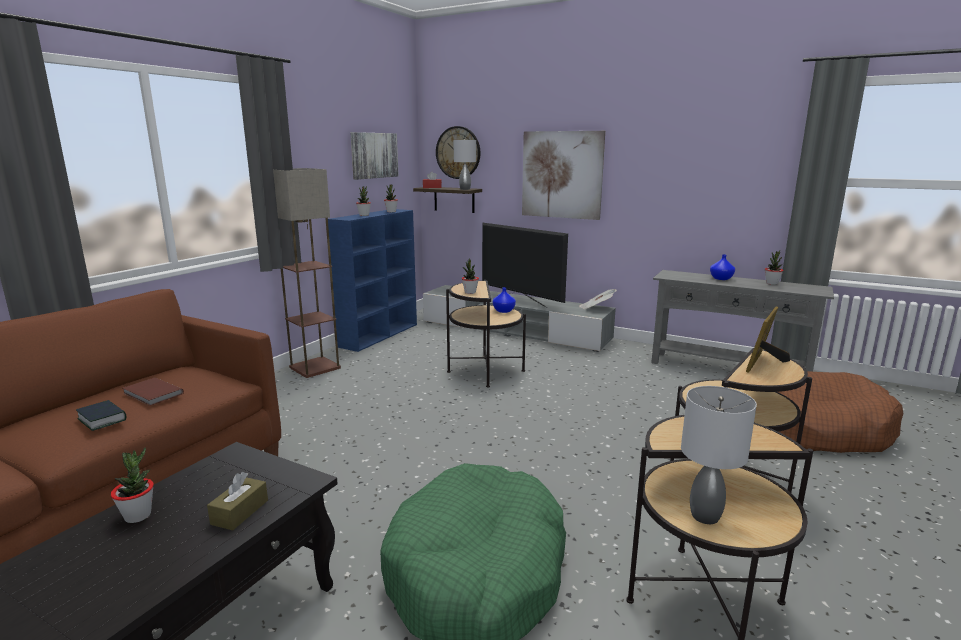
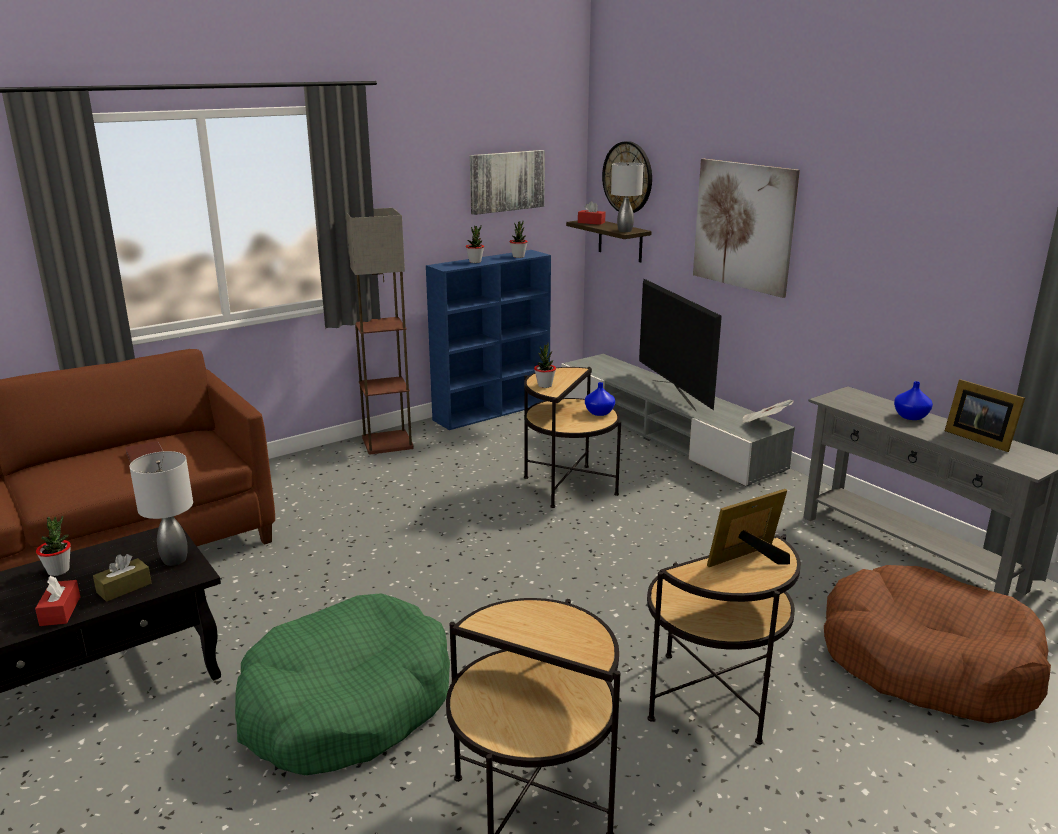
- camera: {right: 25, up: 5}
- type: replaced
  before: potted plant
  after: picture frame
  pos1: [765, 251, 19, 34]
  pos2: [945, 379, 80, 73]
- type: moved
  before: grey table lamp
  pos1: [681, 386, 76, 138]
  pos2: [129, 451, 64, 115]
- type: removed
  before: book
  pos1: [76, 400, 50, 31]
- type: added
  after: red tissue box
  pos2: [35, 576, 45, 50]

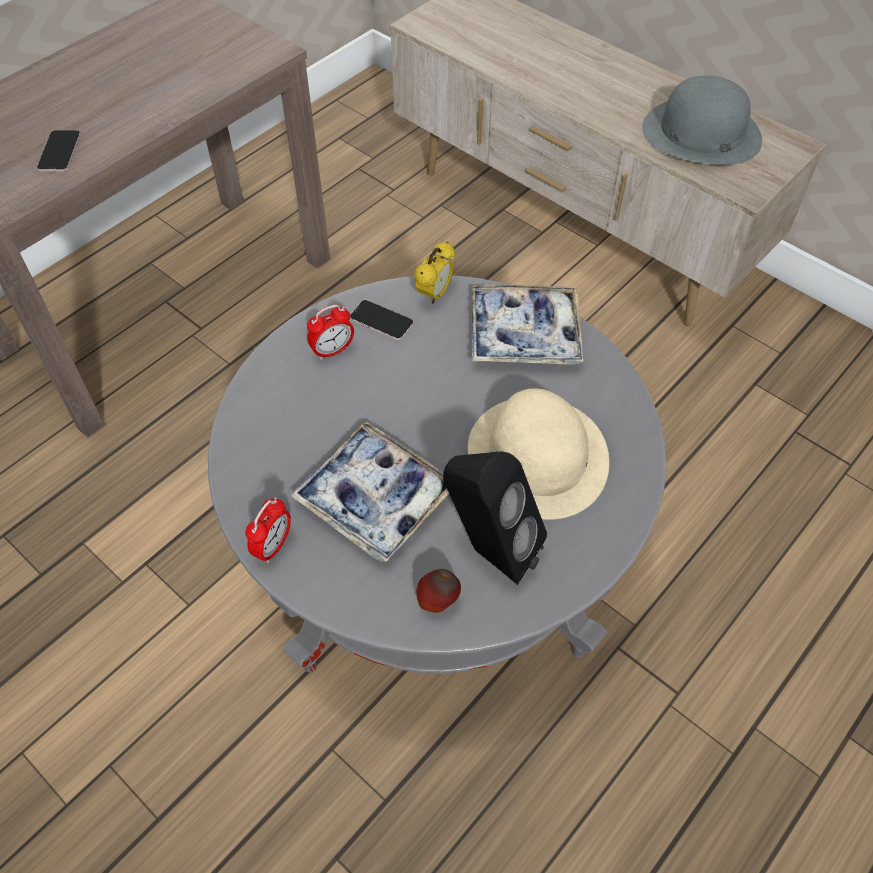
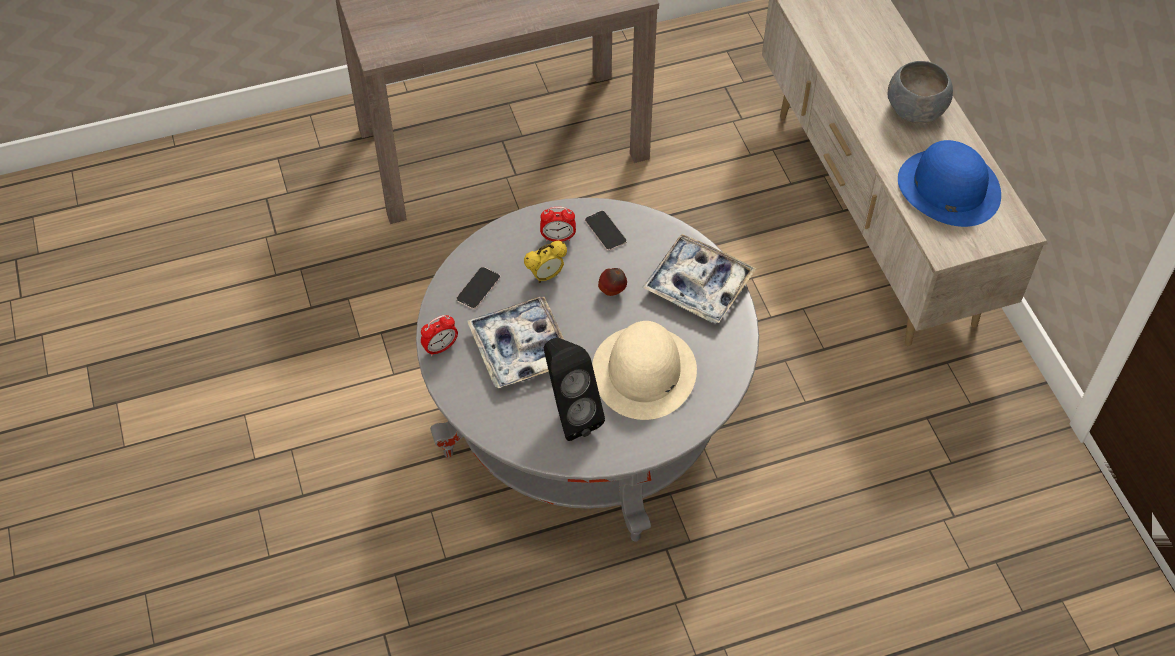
- camera: {right: 30, up: 0}
- type: recoloured
  before: grey hat
  after: blue hat
  pos1: [642, 76, 120, 89]
  pos2: [898, 140, 103, 87]
- type: moved
  before: phone
  pos1: [37, 130, 44, 41]
  pos2: [456, 267, 44, 42]
- type: moved
  before: alarm clock
  pos1: [414, 242, 41, 62]
  pos2: [524, 241, 43, 42]
- type: moved
  before: apple
  pos1: [416, 569, 45, 44]
  pos2: [598, 268, 29, 28]
- type: added
  after: grey bowl
  pos2: [888, 61, 65, 62]

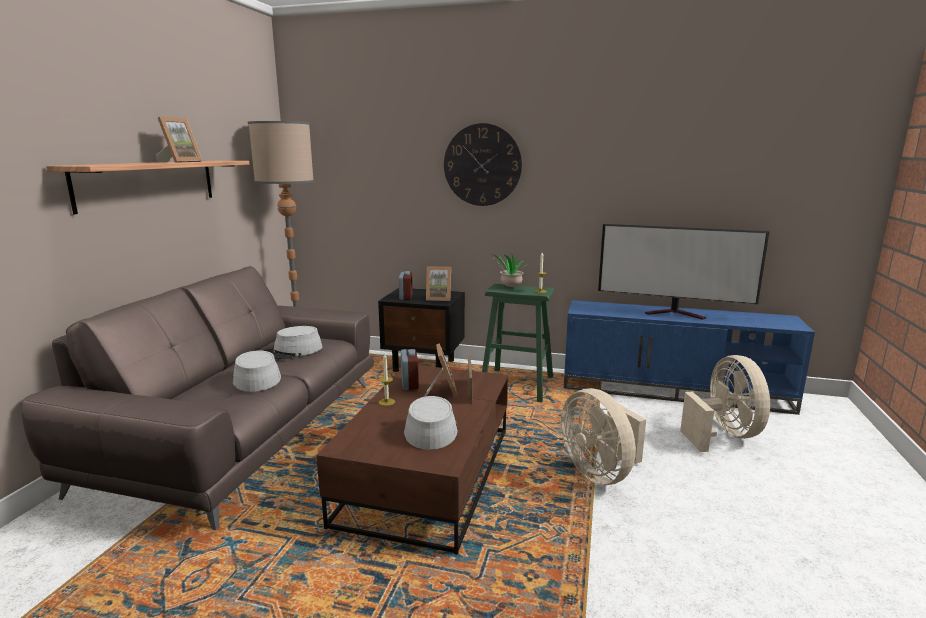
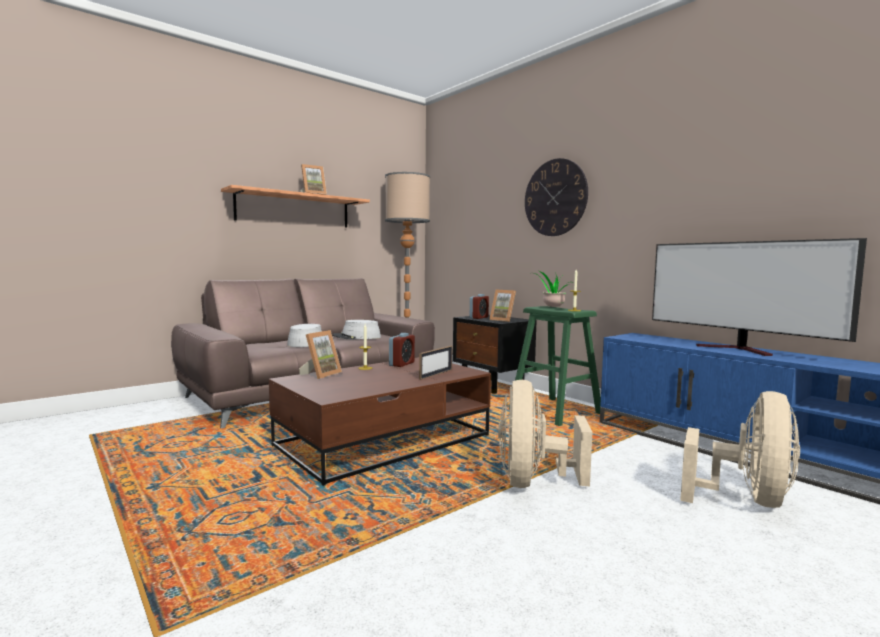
- camera: {right: 35, up: -10}
- type: moved
  before: picture frame
  pos1: [424, 343, 34, 55]
  pos2: [299, 330, 43, 49]
- type: removed
  before: grey hat
  pos1: [404, 396, 54, 54]

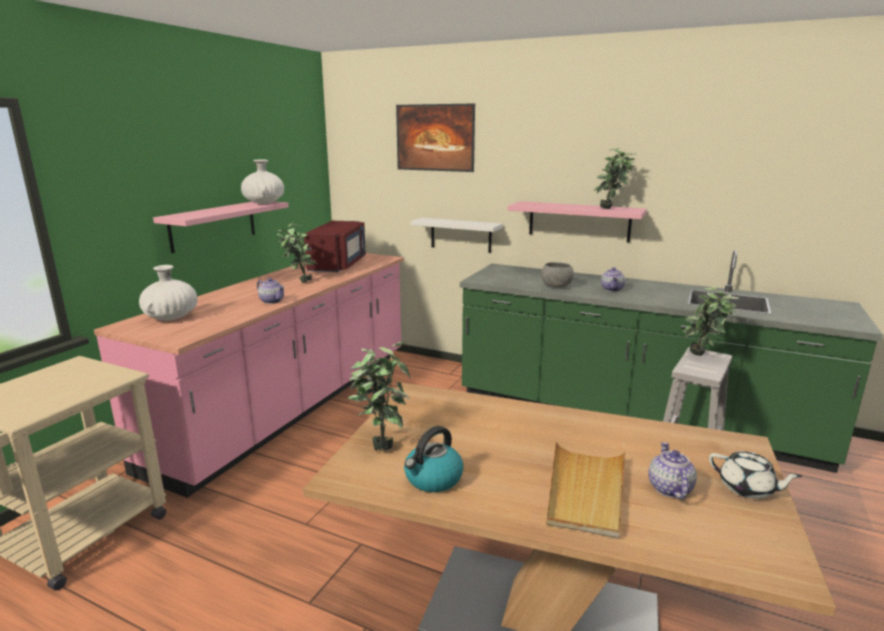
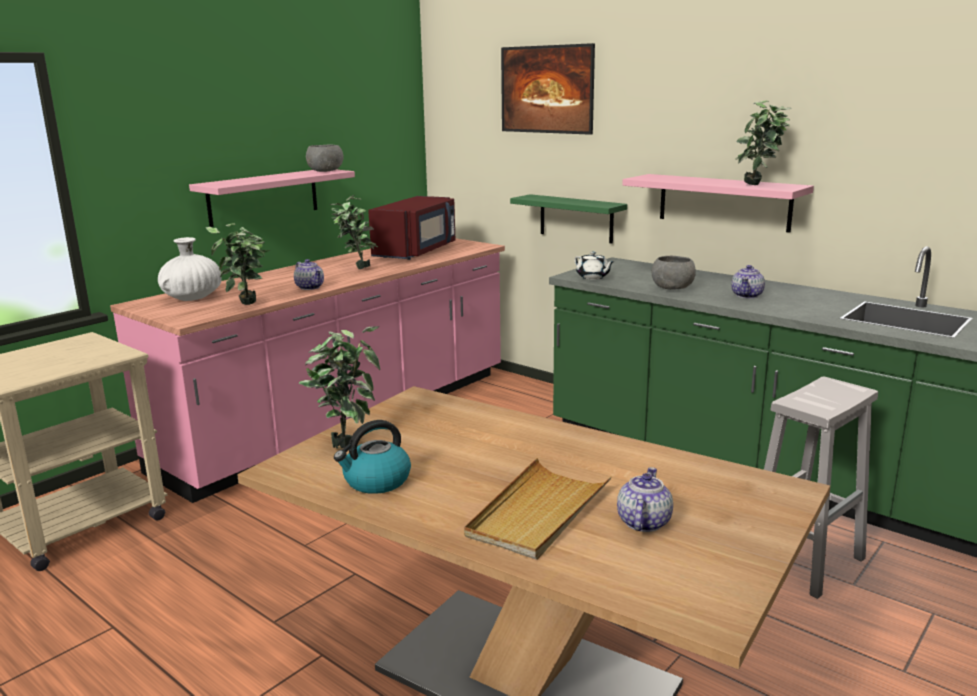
- camera: {right: 15, up: 0}
- type: replaced
  before: white vase
  after: grey bowl
  pos1: [241, 160, 43, 44]
  pos2: [306, 144, 37, 28]
- type: recoloured
  before: white shelf
  after: green shelf
  pos1: [410, 218, 93, 35]
  pos2: [510, 194, 117, 49]
- type: moved
  before: potted plant
  pos1: [682, 287, 58, 69]
  pos2: [205, 223, 65, 82]
- type: moved
  before: white teapot
  pos1: [709, 451, 93, 48]
  pos2: [574, 252, 40, 28]

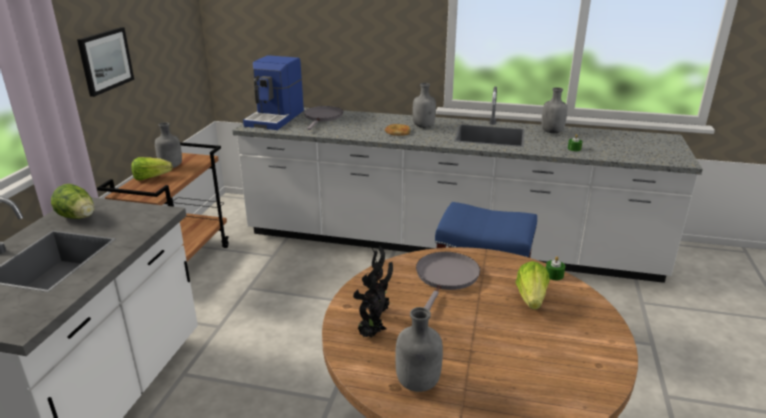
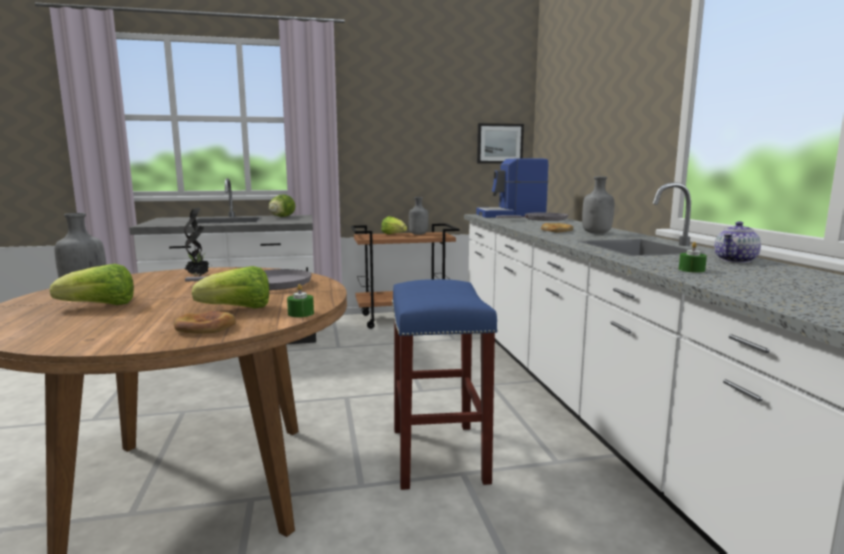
- camera: {right: 65, up: -15}
- type: moved
  before: picture
  pos1: [77, 27, 57, 70]
  pos2: [477, 123, 47, 40]
- type: replaced
  before: grey bottle
  after: teapot
  pos1: [541, 87, 26, 46]
  pos2: [714, 221, 47, 42]
- type: removed
  before: potted plant
  pos1: [353, 271, 34, 67]
- type: added
  after: lettuce
  pos2: [50, 264, 84, 41]
- type: added
  after: bread
  pos2: [174, 311, 62, 23]

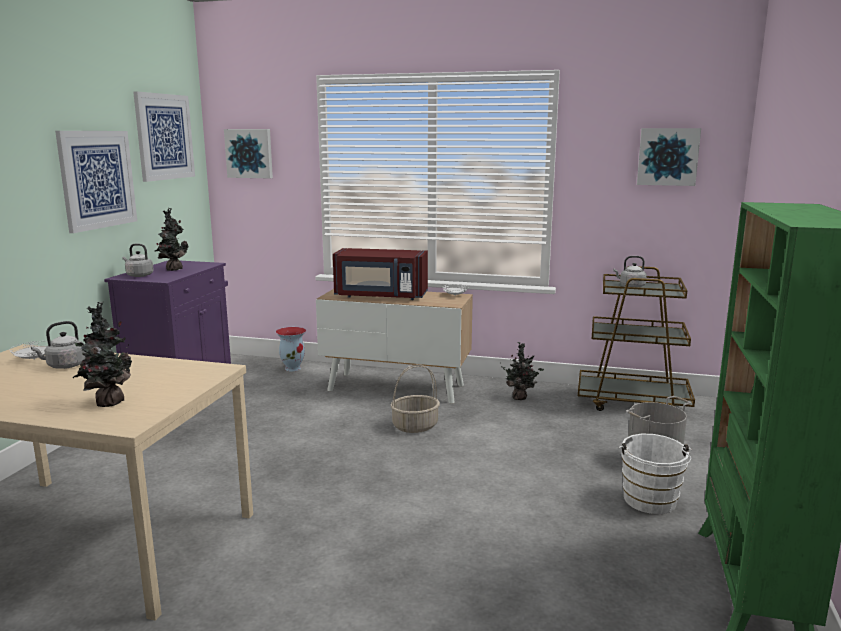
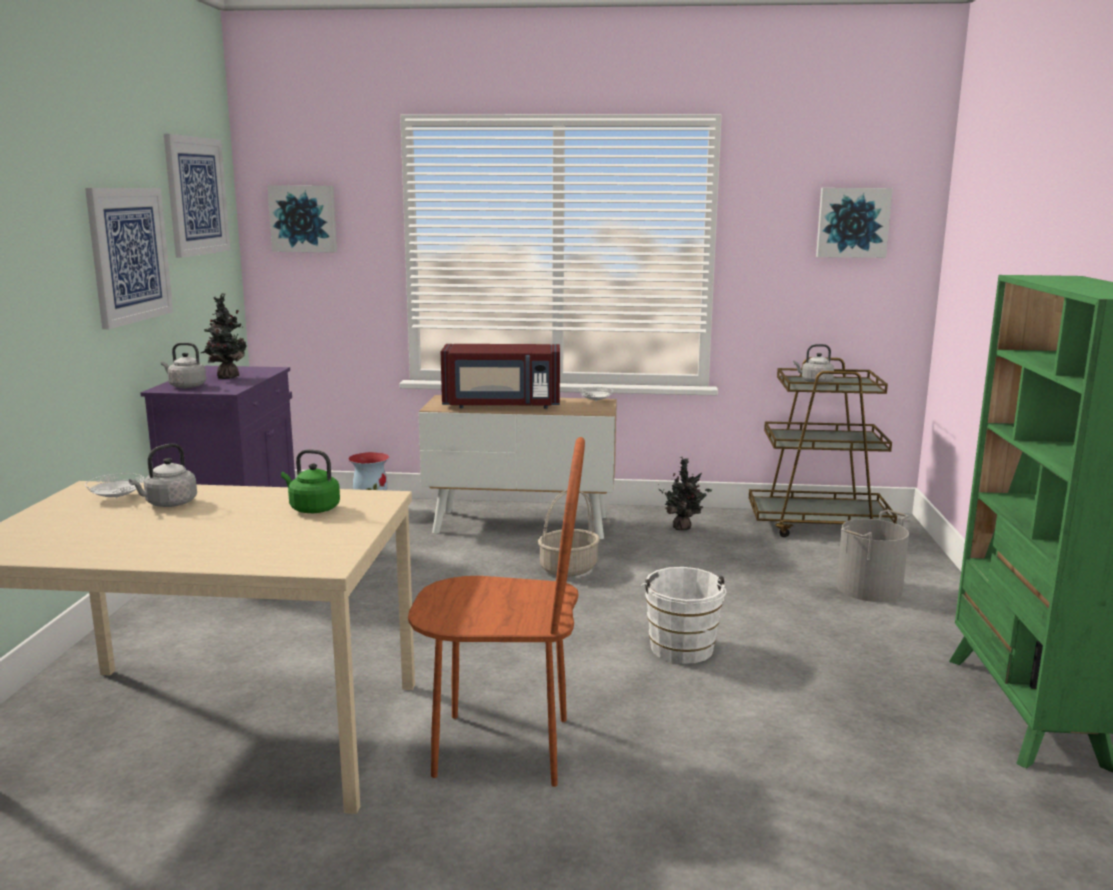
- camera: {right: -10, up: 0}
- type: removed
  before: potted plant
  pos1: [73, 302, 59, 105]
- type: moved
  before: white bucket
  pos1: [619, 434, 73, 80]
  pos2: [641, 567, 87, 97]
- type: added
  after: brown chair
  pos2: [408, 437, 177, 350]
- type: added
  after: green kettle
  pos2: [281, 449, 59, 64]

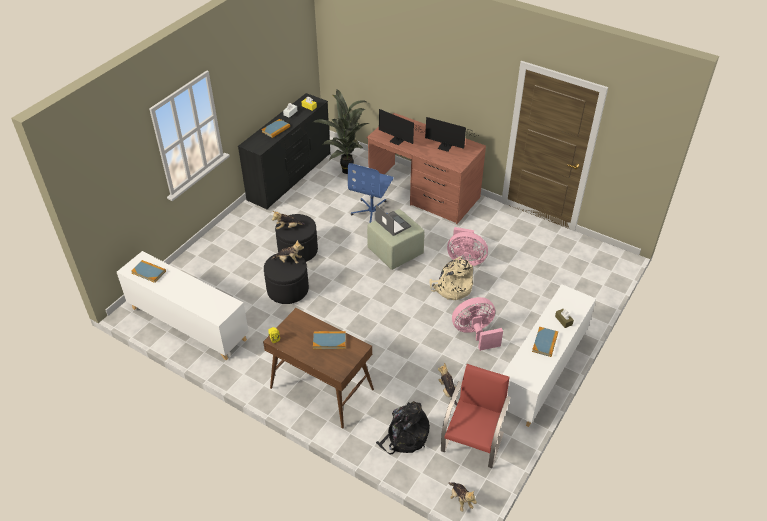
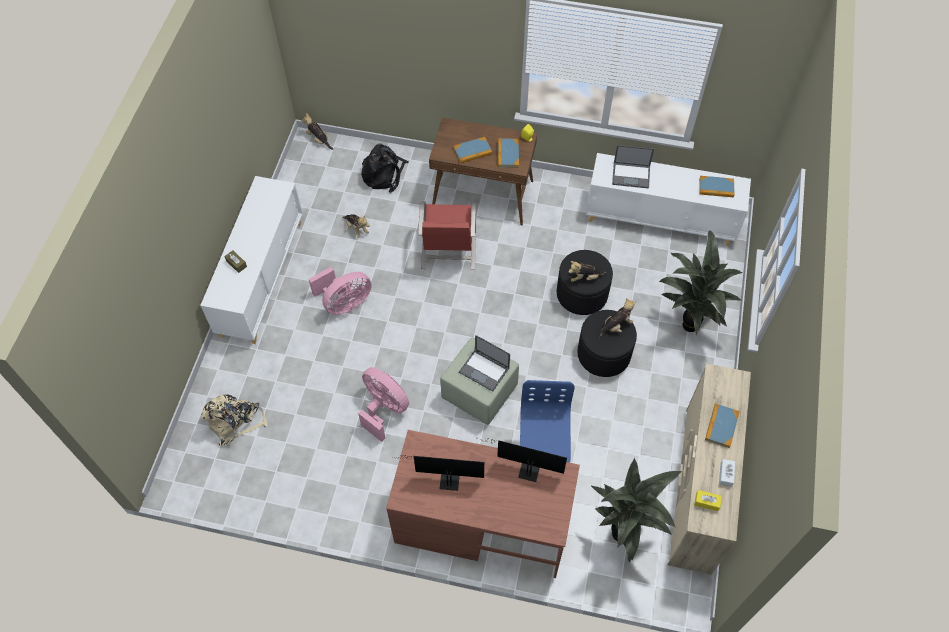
- camera: {right: 160, up: 15}
- type: recoloured
  before: black dresser
  after: beige dresser
  pos1: [238, 93, 92, 117]
  pos2: [668, 364, 83, 210]
- type: turned
  before: pink fan
  pos1: [447, 227, 41, 39]
  pos2: [358, 367, 51, 75]
  turn: 45
- type: moved
  before: beige backpack
  pos1: [430, 257, 43, 43]
  pos2: [202, 394, 66, 52]
- type: moved
  before: book
  pos1: [532, 327, 26, 30]
  pos2: [498, 139, 21, 29]
- type: moved
  before: red chair
  pos1: [441, 364, 70, 104]
  pos2: [418, 201, 58, 69]
- type: added
  after: laptop
  pos2: [612, 145, 42, 44]
- type: added
  after: potted plant
  pos2: [659, 230, 84, 105]

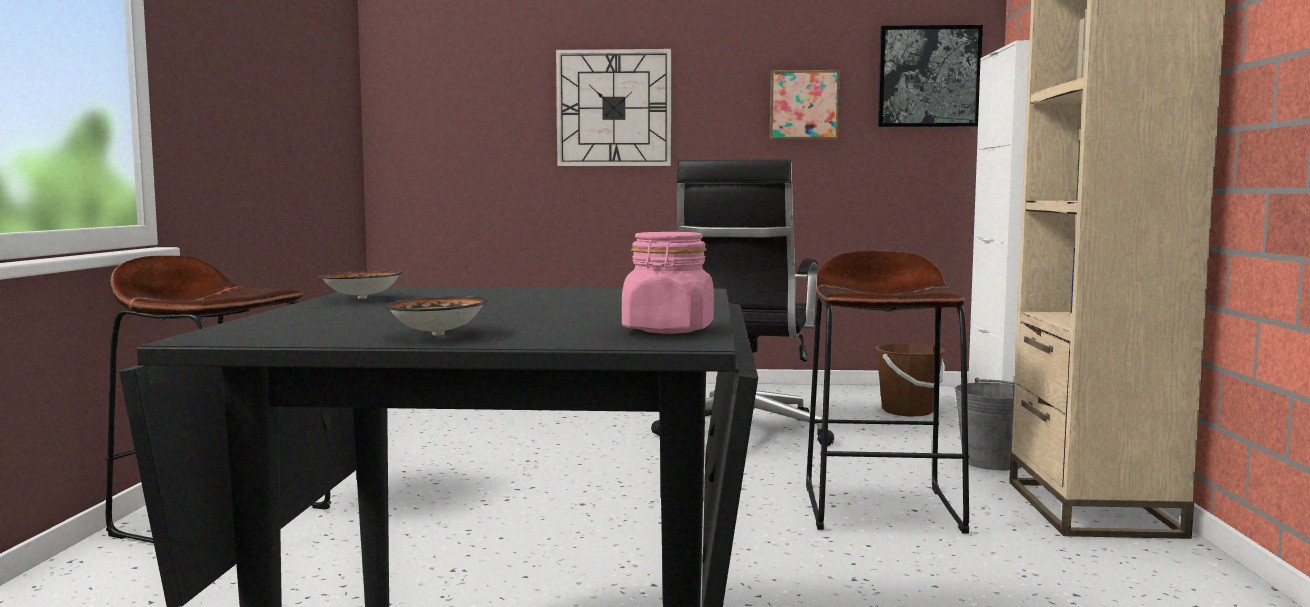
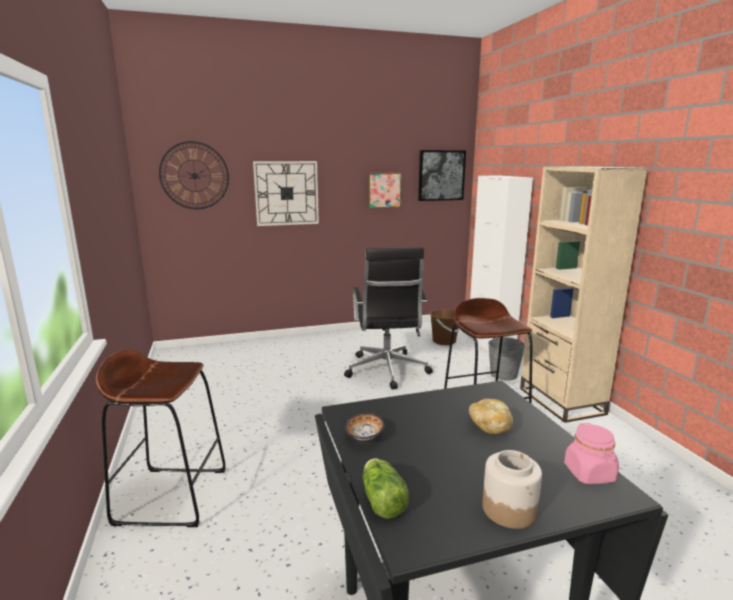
- camera: {right: -20, up: 10}
- type: replaced
  before: bowl
  after: jar
  pos1: [385, 296, 102, 40]
  pos2: [482, 450, 60, 79]
- type: added
  after: wall clock
  pos2: [159, 141, 70, 68]
- type: added
  after: bread
  pos2: [469, 399, 44, 35]
- type: added
  after: lettuce
  pos2: [363, 458, 46, 61]

